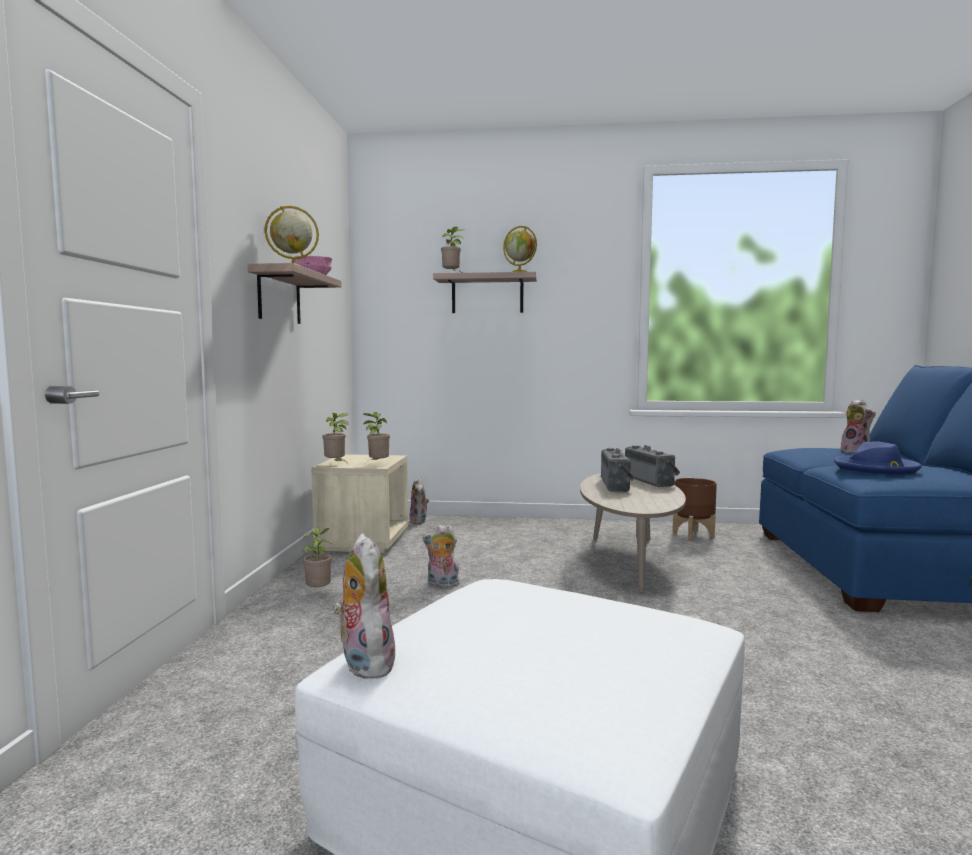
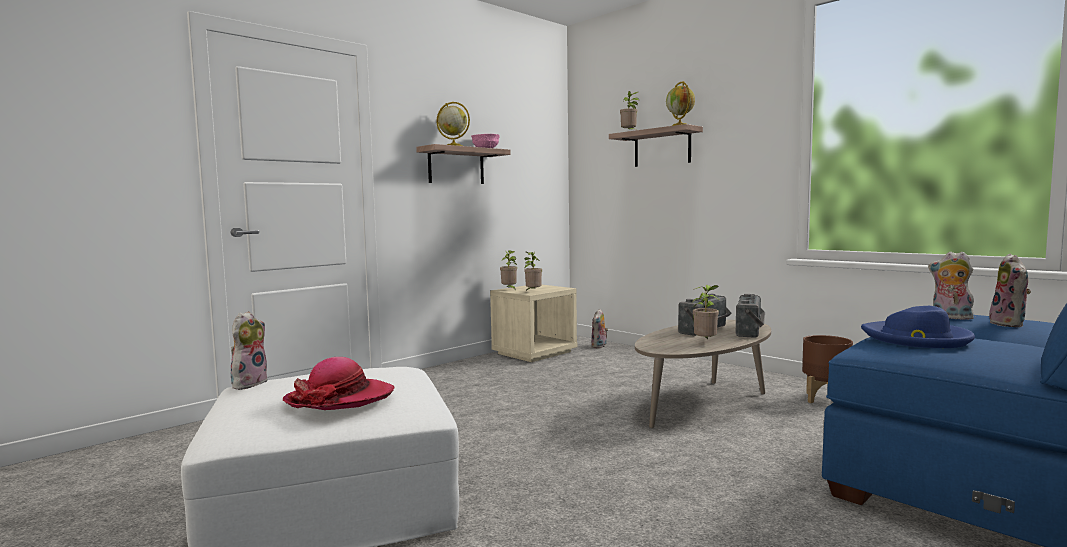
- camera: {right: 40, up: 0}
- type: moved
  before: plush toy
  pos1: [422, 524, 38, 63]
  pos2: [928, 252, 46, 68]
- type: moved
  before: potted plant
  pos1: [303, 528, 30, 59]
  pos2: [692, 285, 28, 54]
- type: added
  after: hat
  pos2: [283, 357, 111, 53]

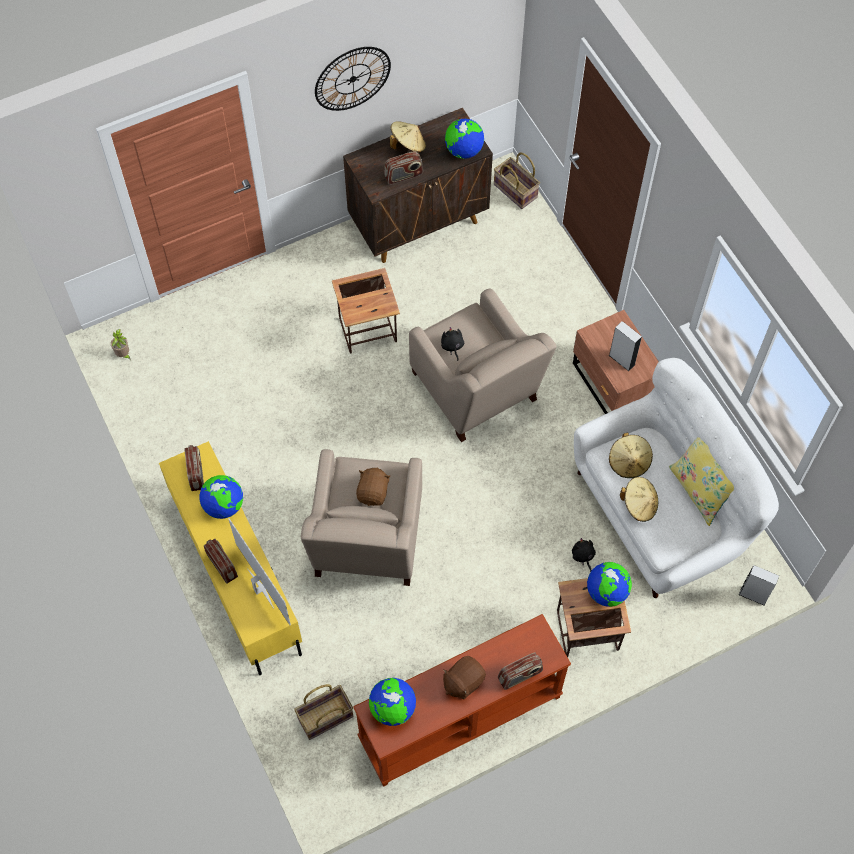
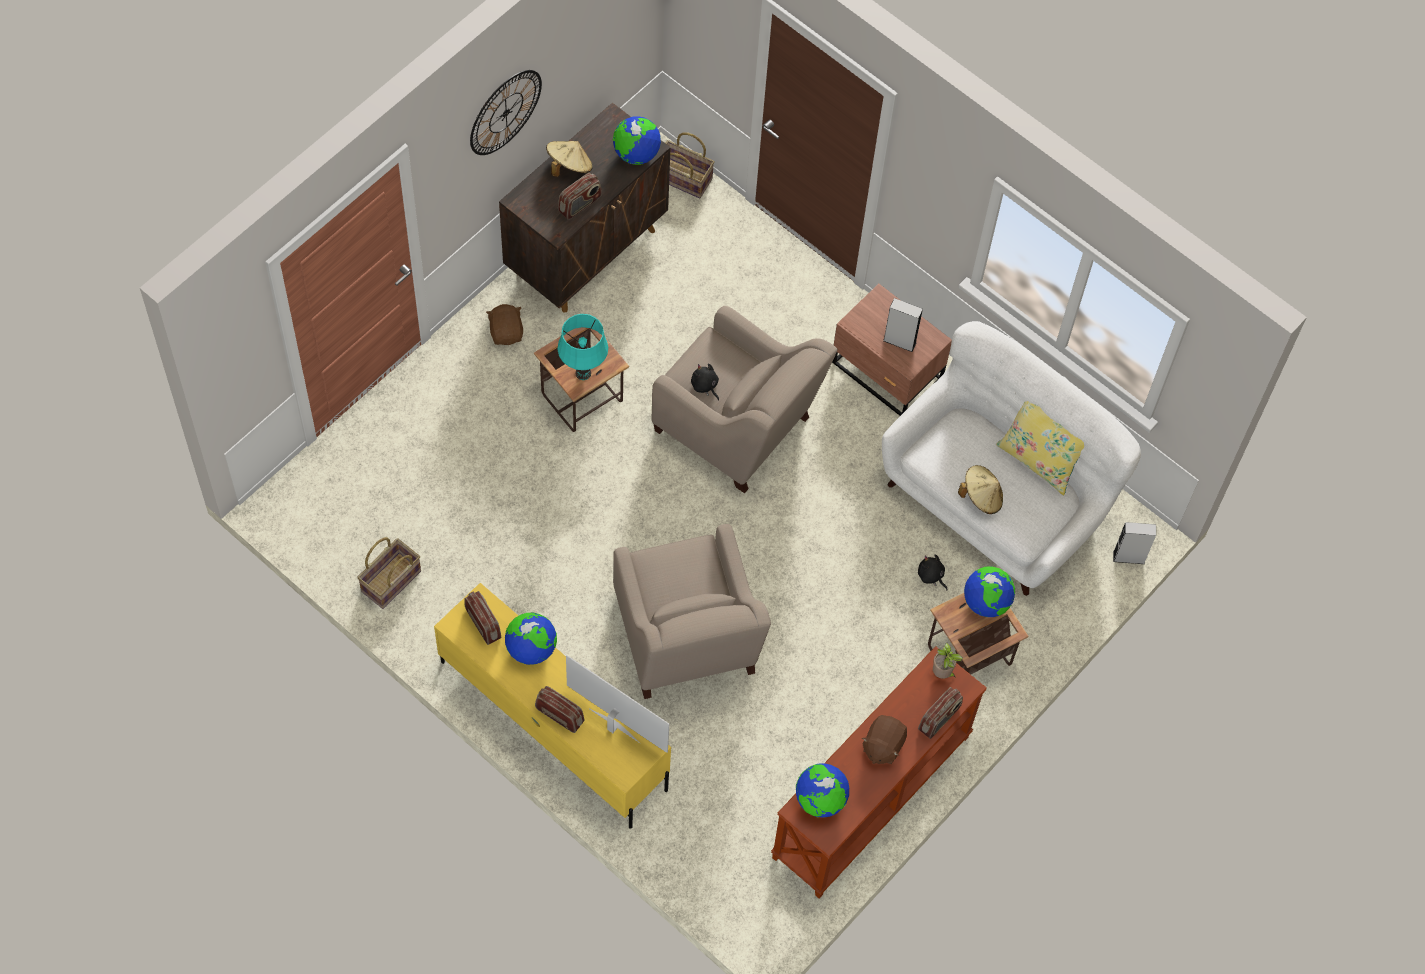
- camera: {right: -25, up: 0}
- type: moved
  before: potted plant
  pos1: [111, 329, 19, 30]
  pos2: [933, 643, 30, 36]
- type: removed
  before: beige hat
  pos1: [609, 433, 44, 45]
- type: moved
  before: brown plush toy
  pos1: [356, 467, 35, 39]
  pos2: [486, 304, 37, 41]
- type: moved
  before: basket
  pos1: [294, 684, 59, 56]
  pos2: [357, 537, 64, 72]
- type: added
  after: turquoise table lamp
  pos2: [557, 314, 51, 66]

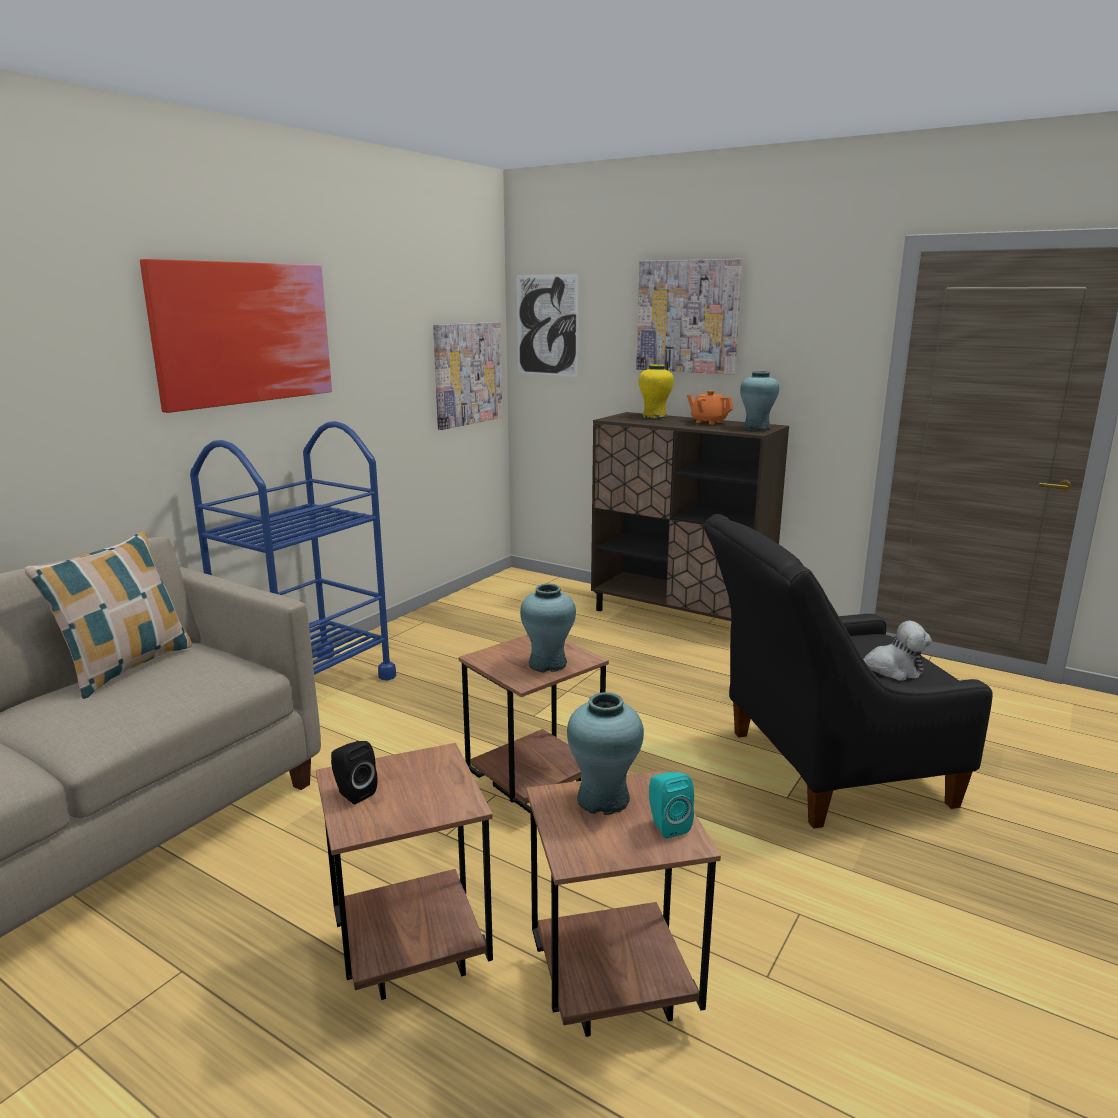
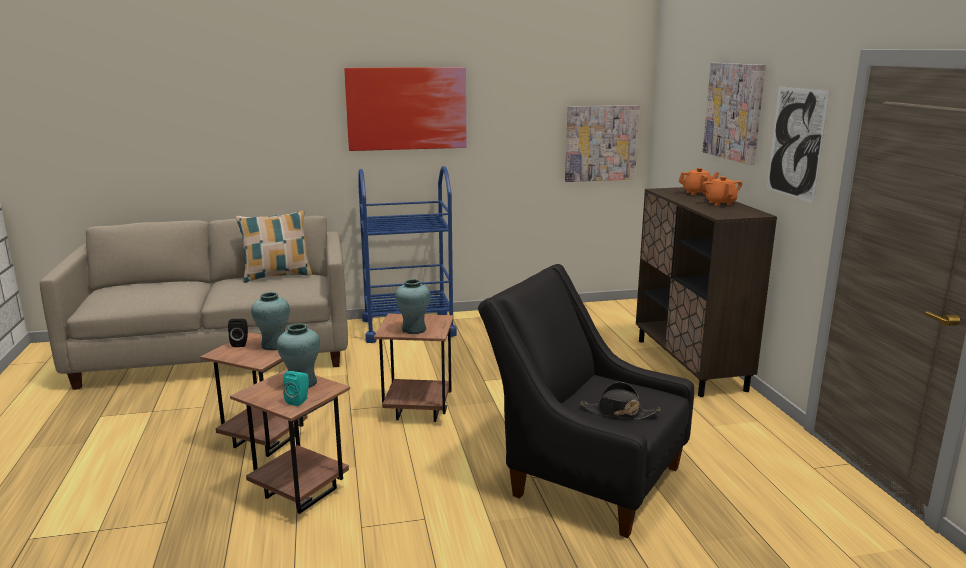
- camera: {right: 45, up: 0}
- type: moved
  before: picture
  pos1: [517, 274, 61, 103]
  pos2: [767, 87, 63, 116]
- type: replaced
  before: yellow vase
  after: orange teapot
  pos1: [639, 364, 35, 55]
  pos2: [679, 168, 40, 27]
- type: moved
  before: turquoise vase
  pos1: [740, 371, 39, 60]
  pos2: [251, 292, 39, 58]
- type: replaced
  before: plush toy
  after: black hat
  pos1: [863, 621, 69, 60]
  pos2: [580, 382, 80, 37]

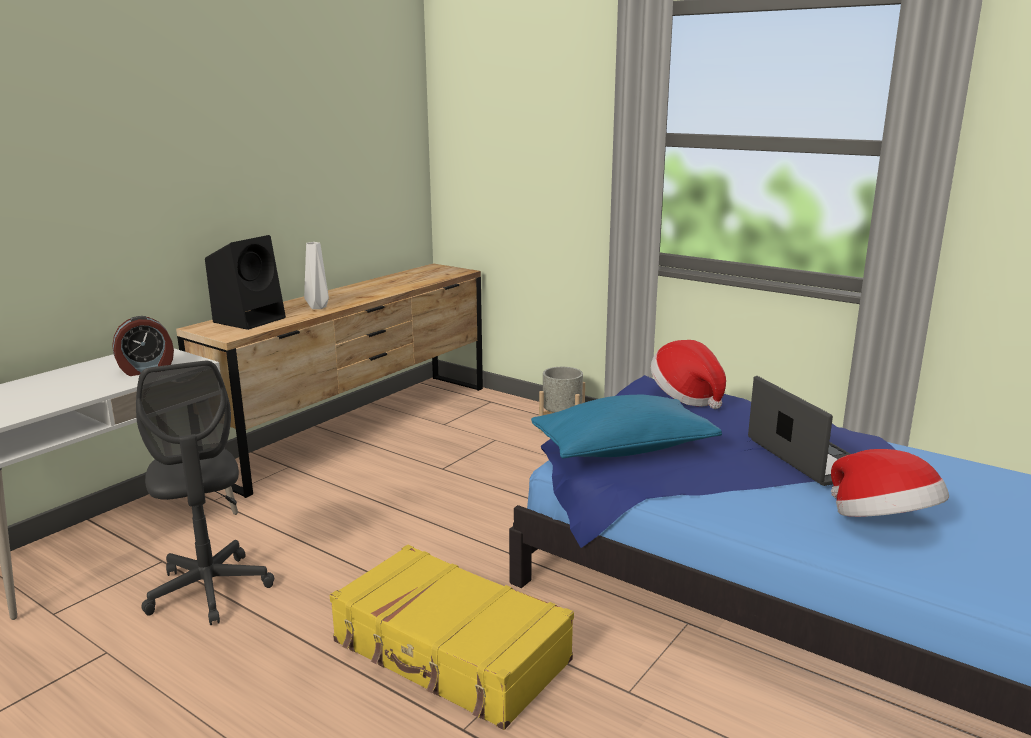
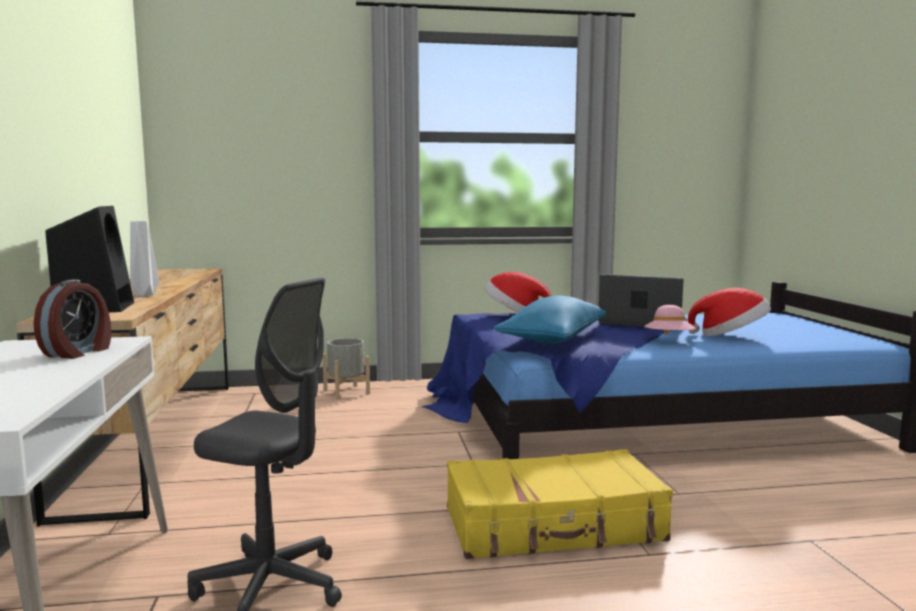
- camera: {right: -45, up: -10}
- type: added
  after: pink hat
  pos2: [644, 305, 52, 30]

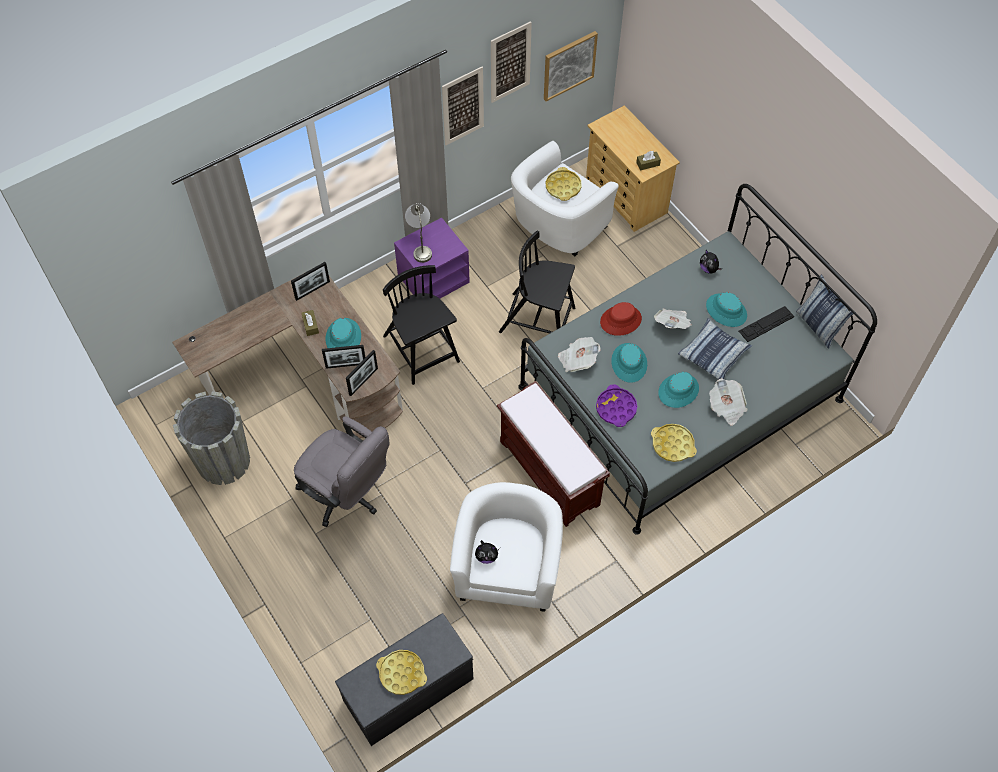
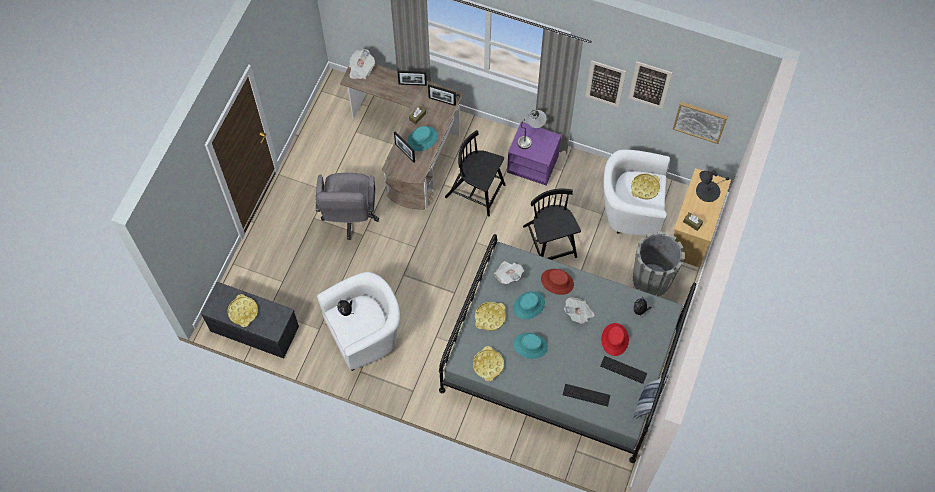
- camera: {right: 55, up: 5}
- type: turned
  before: black chair
  pos1: [383, 265, 77, 120]
  pos2: [445, 130, 60, 86]
  turn: -90
- type: recoloured
  before: turquoise hat
  after: red hat
  pos1: [706, 292, 41, 35]
  pos2: [601, 323, 28, 33]
- type: removed
  before: pillow
  pos1: [678, 318, 74, 61]
- type: moved
  before: picture frame
  pos1: [346, 350, 32, 46]
  pos2: [398, 70, 29, 16]
- type: moved
  before: newspaper
  pos1: [709, 378, 39, 47]
  pos2: [349, 49, 26, 30]
- type: removed
  before: brown bench
  pos1: [497, 381, 113, 146]
- type: recoloured
  before: purple tray
  after: yellow tray
  pos1: [596, 384, 41, 43]
  pos2: [475, 302, 31, 29]
- type: moved
  before: grey planter
  pos1: [173, 391, 77, 94]
  pos2: [633, 231, 52, 65]
- type: added
  after: black table lamp
  pos2: [696, 170, 33, 32]
- type: added
  after: keyboard
  pos2: [563, 384, 47, 22]

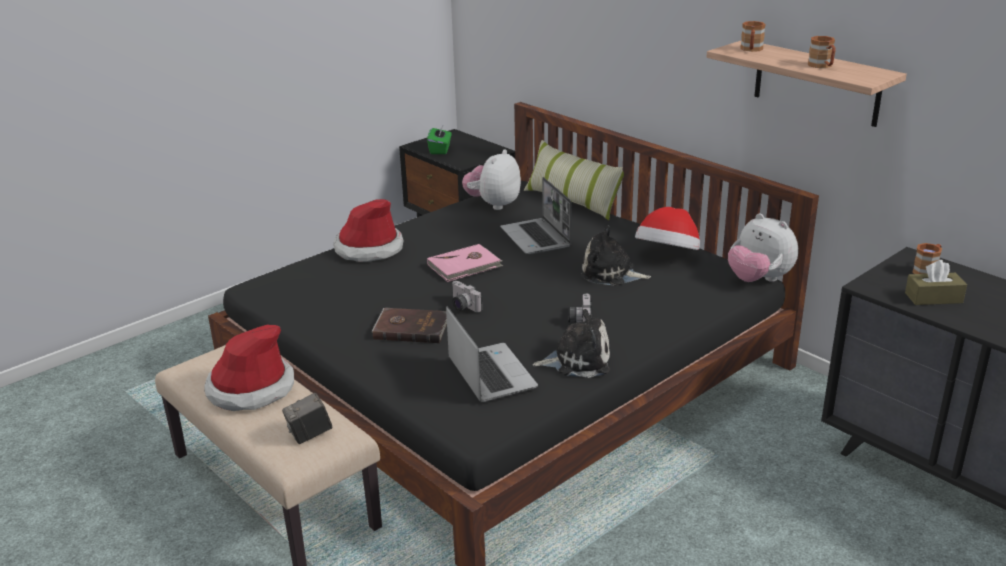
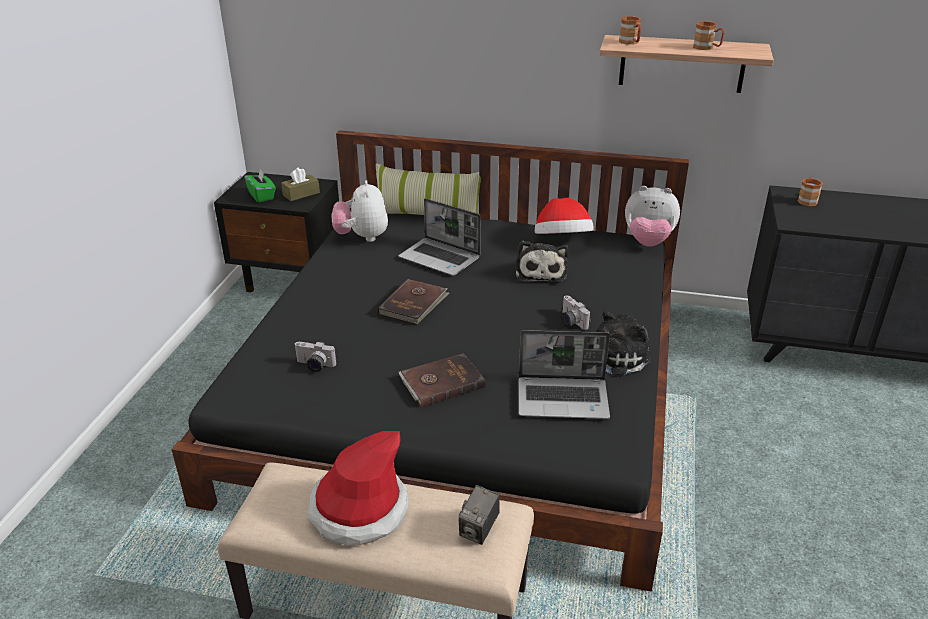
- camera: {right: -35, up: 5}
- type: removed
  before: hat
  pos1: [333, 199, 71, 63]
- type: turned
  before: plush toy
  pos1: [581, 225, 70, 61]
  pos2: [516, 241, 53, 42]
  turn: -75
- type: recoloured
  before: pink book
  after: brown book
  pos1: [427, 244, 76, 38]
  pos2: [378, 279, 71, 46]
- type: moved
  before: brown tissue box
  pos1: [905, 260, 62, 45]
  pos2: [281, 167, 39, 34]
- type: moved
  before: photo camera
  pos1: [452, 281, 30, 31]
  pos2: [294, 341, 42, 31]
- type: turned
  before: laptop
  pos1: [446, 306, 92, 96]
  pos2: [519, 330, 91, 89]
  turn: 150

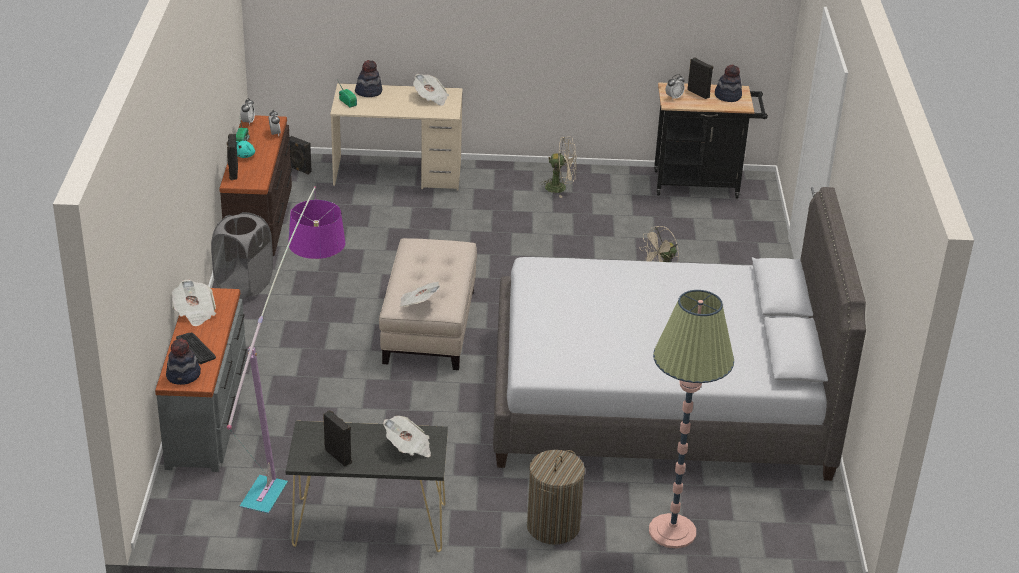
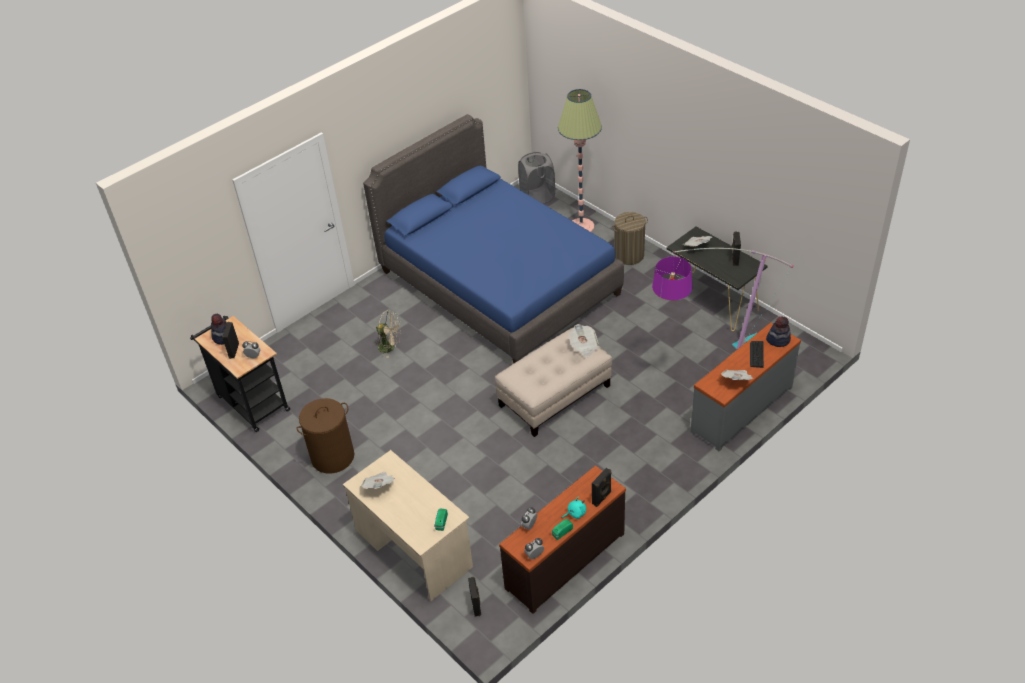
- camera: {right: -130, up: 10}
- type: removed
  before: hat
  pos1: [355, 60, 27, 37]
- type: replaced
  before: beige fan
  after: brown laundry basket
  pos1: [542, 137, 35, 61]
  pos2: [296, 398, 58, 75]
- type: recoloured
  before: grey bed
  after: blue bed
  pos1: [493, 187, 373, 294]
  pos2: [363, 114, 261, 249]
- type: moved
  before: grey laundry basket
  pos1: [211, 212, 62, 87]
  pos2: [518, 152, 37, 52]

